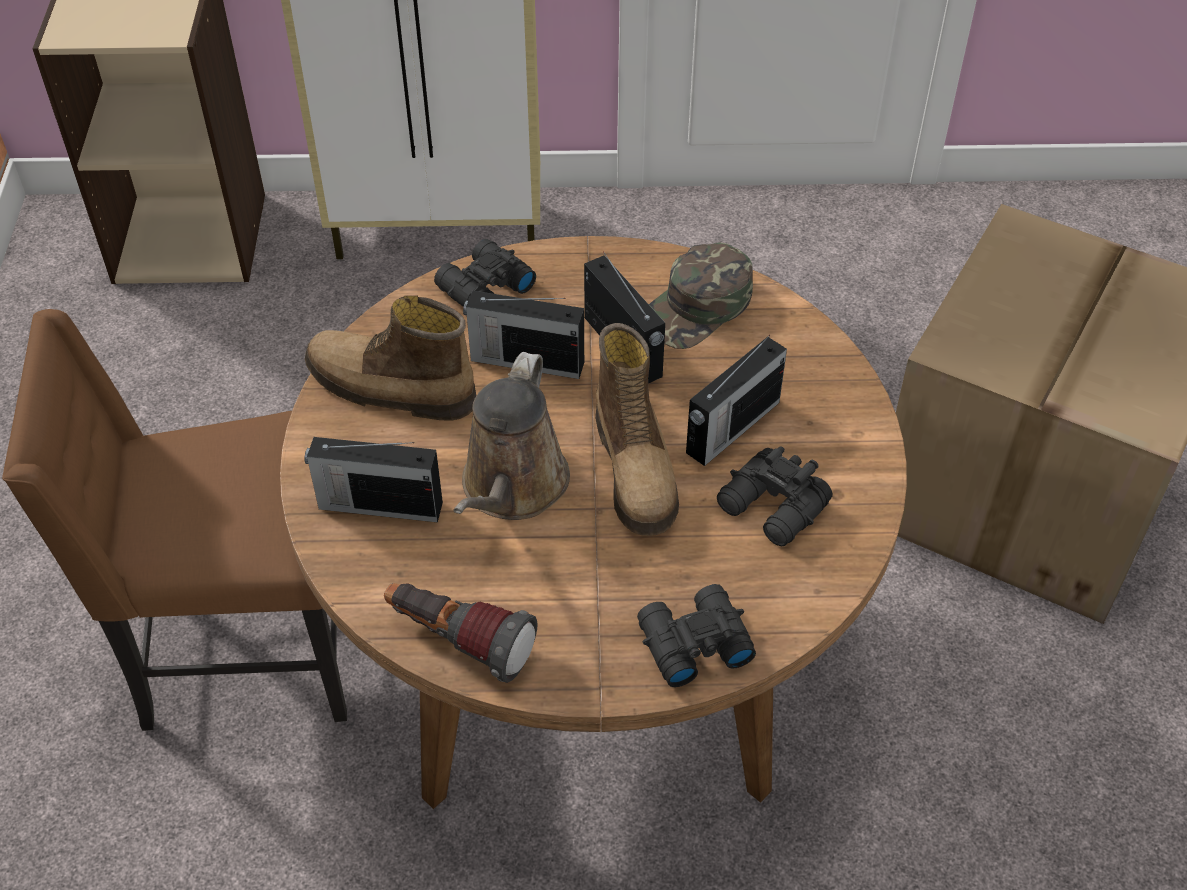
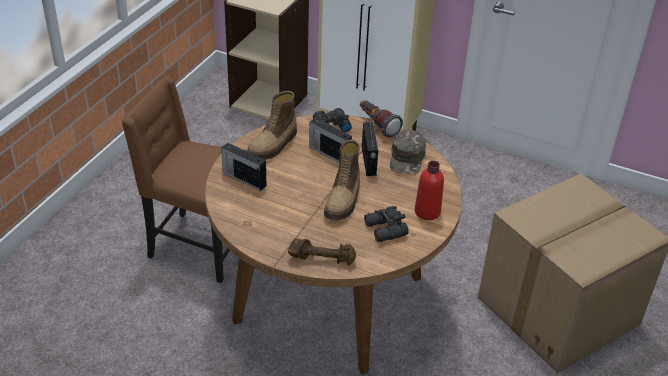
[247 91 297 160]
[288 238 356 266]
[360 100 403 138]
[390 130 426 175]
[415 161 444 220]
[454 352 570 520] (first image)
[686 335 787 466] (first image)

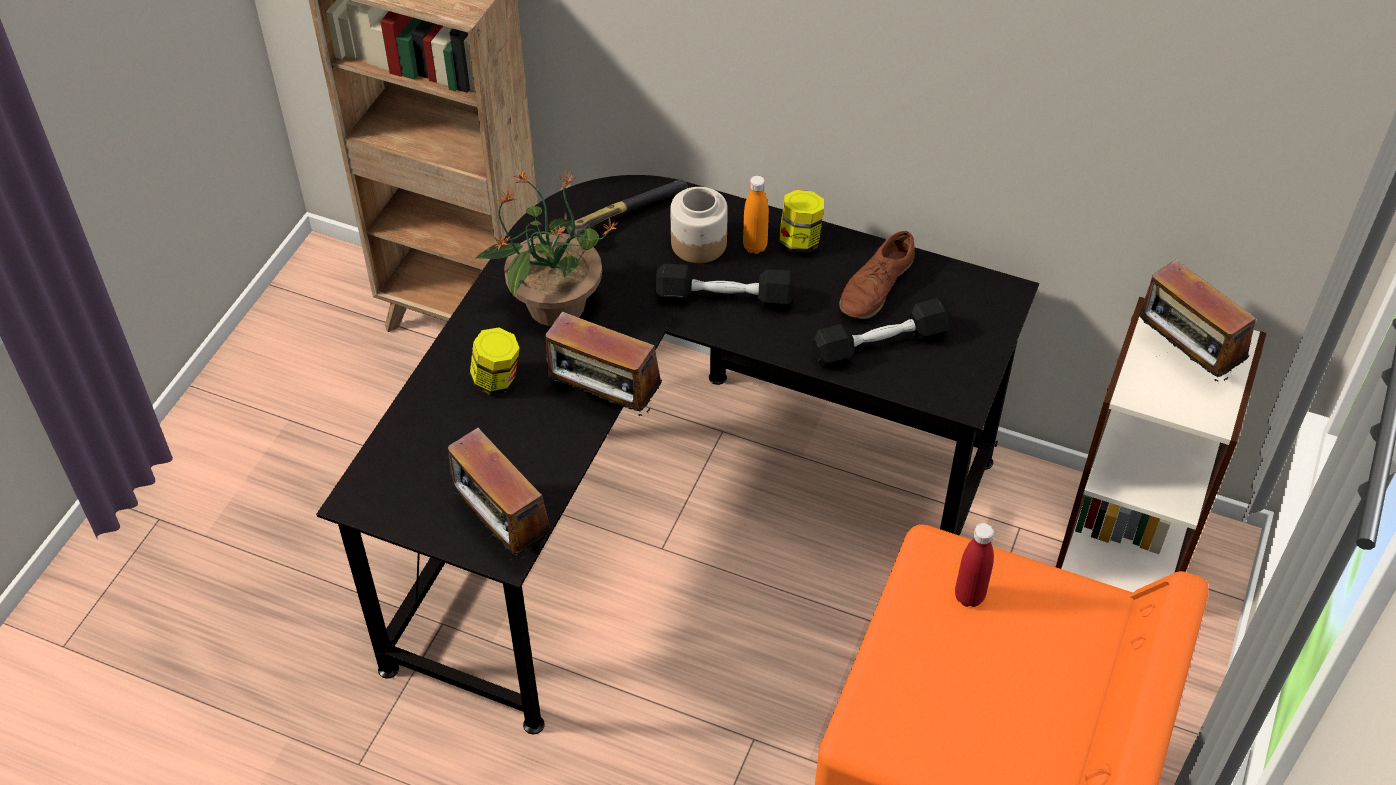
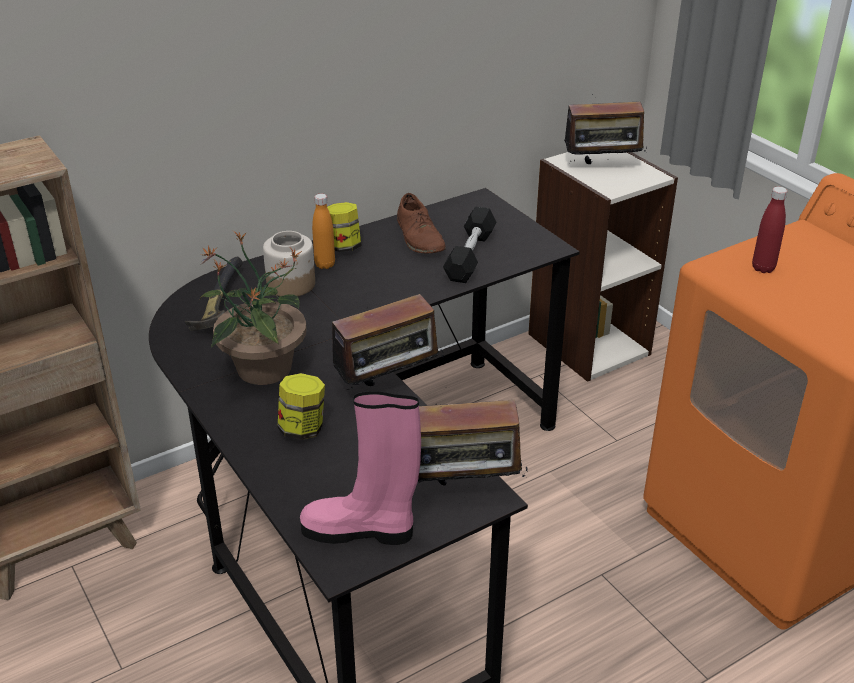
[300 391 421 545]
[656 264 795 309] (first image)

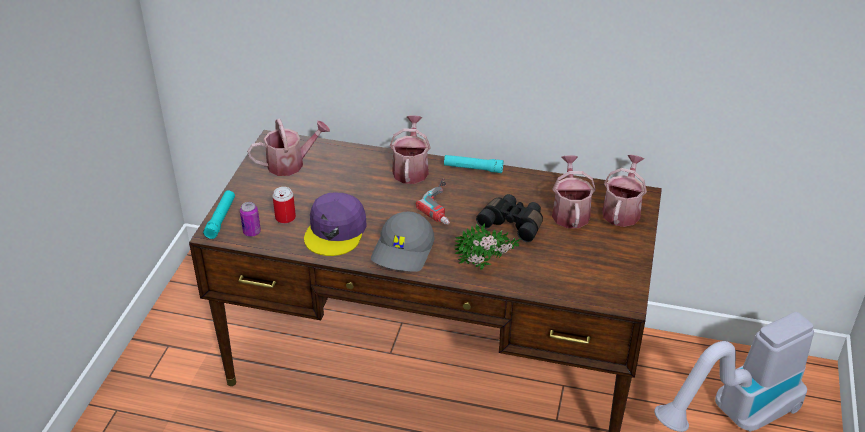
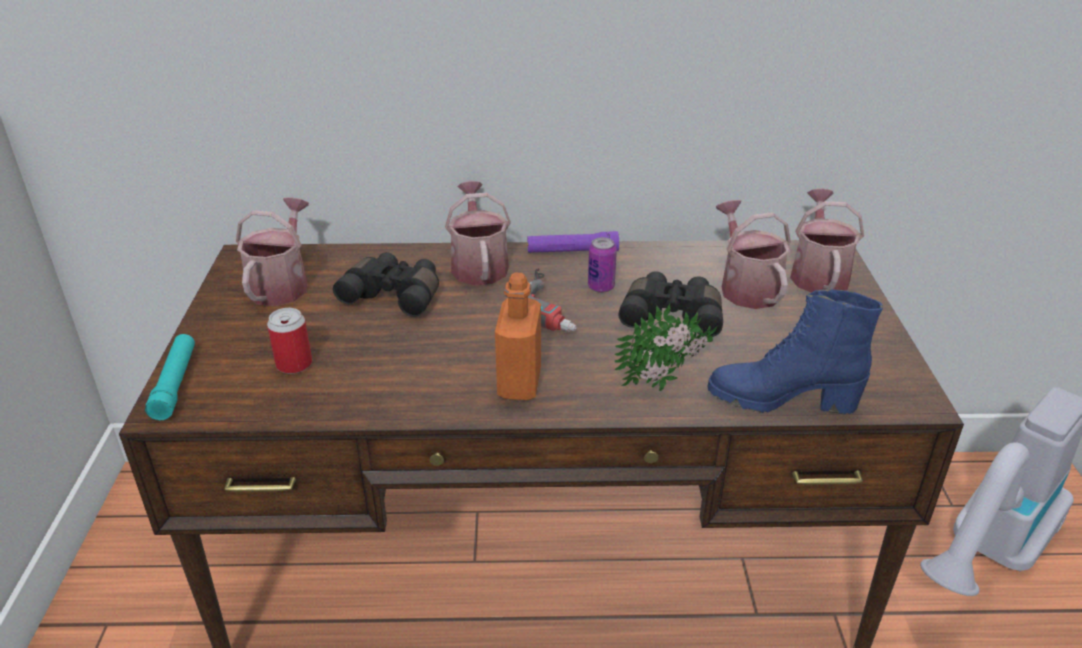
[236 197 309 306]
[333 252 439 317]
[495 272 541 400]
[527 231 619 253]
[588 237 617 293]
[708 289 883 414]
[304 192 367 256] (first image)

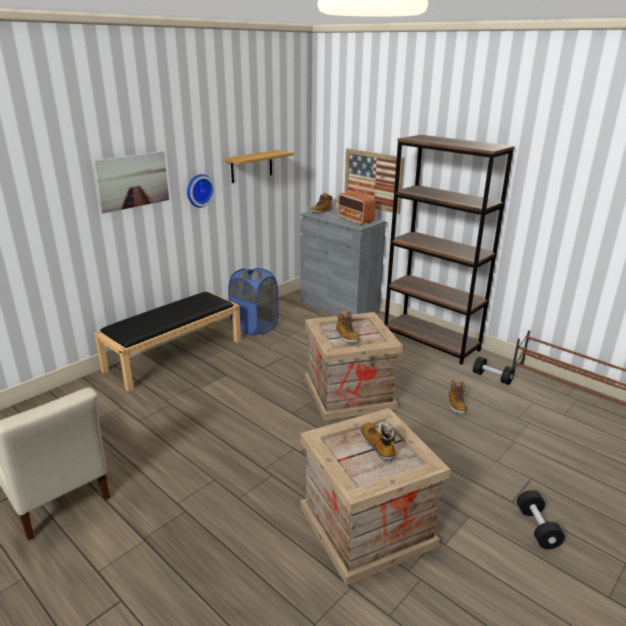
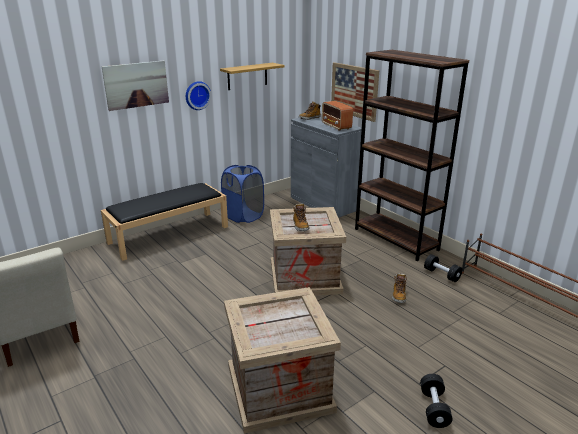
[361 422 395 461] (first image)

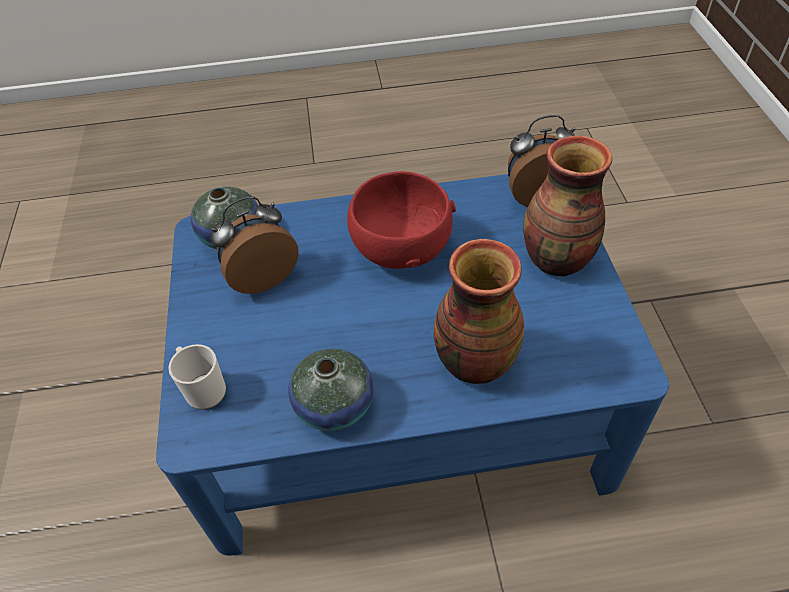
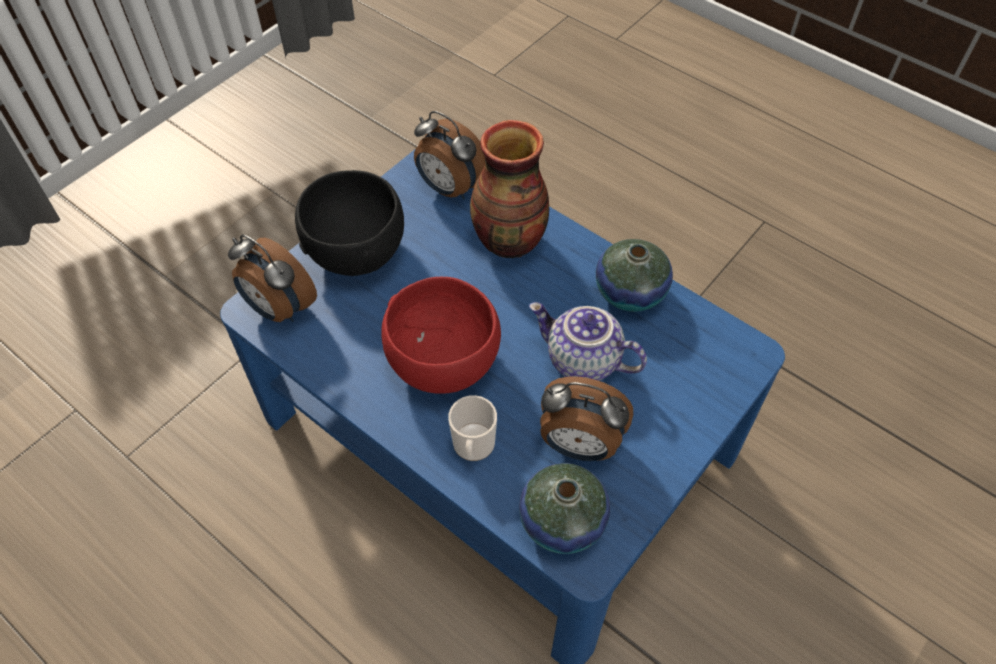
[295 170 404 276]
[414 111 485 199]
[448 395 497 461]
[529 302 647 381]

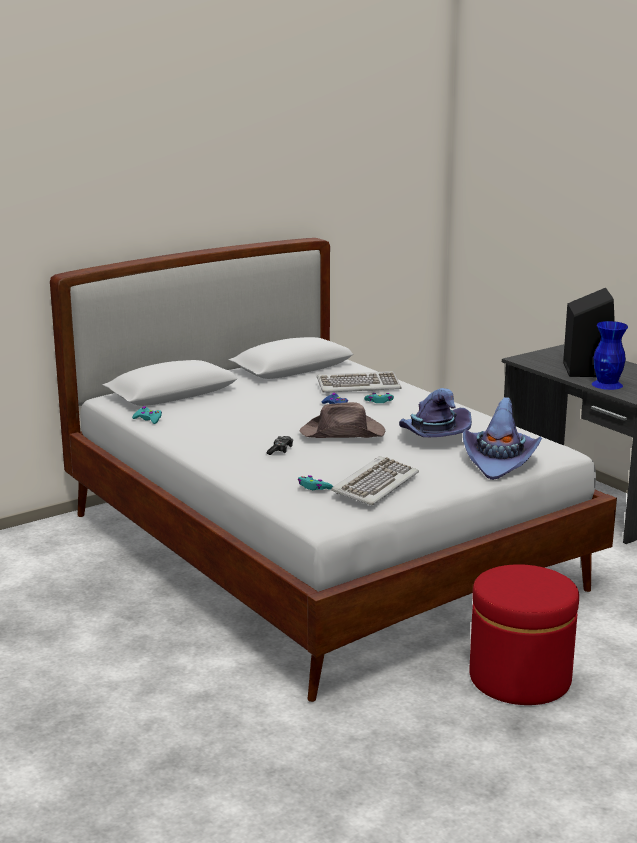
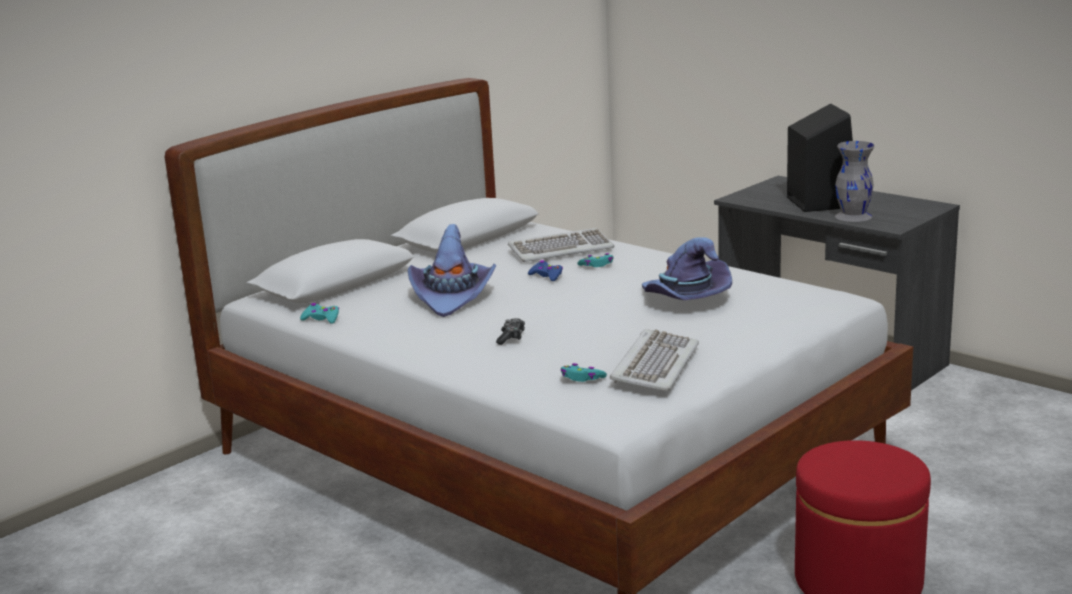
[408 224 497 317]
[835 141 874 222]
[299 402 385 438] (first image)

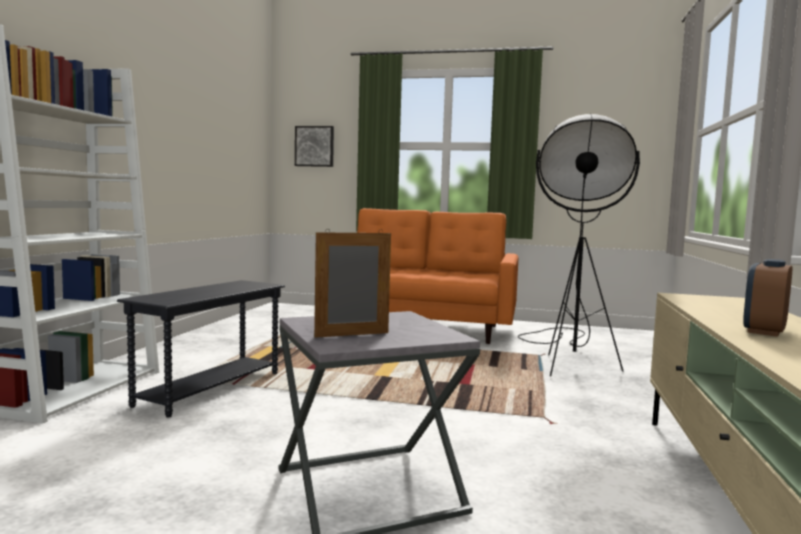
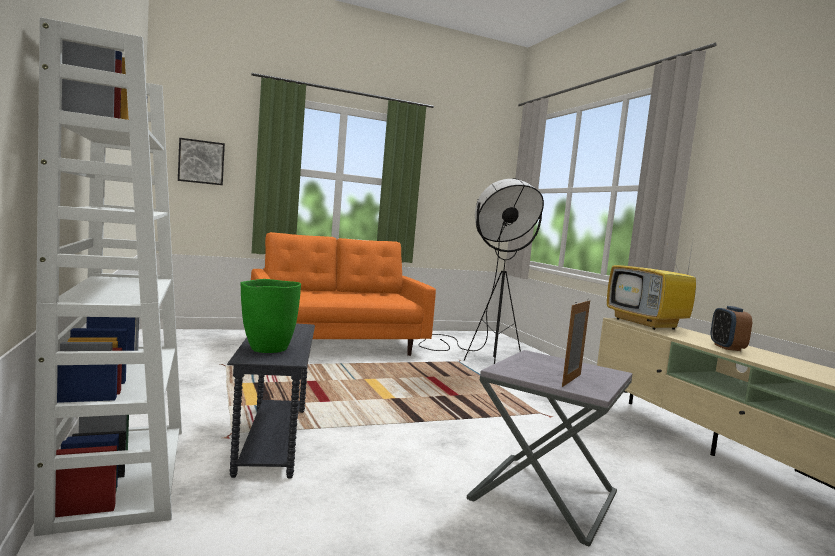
[240 279 301 353]
[607 234 696 330]

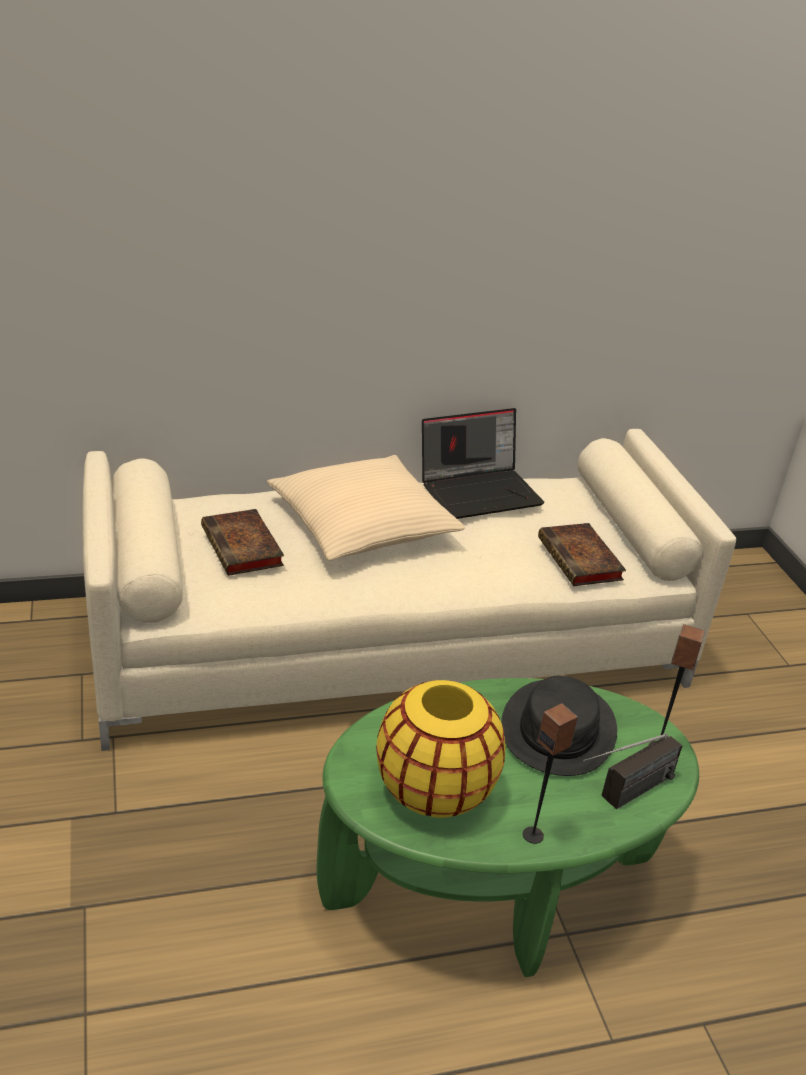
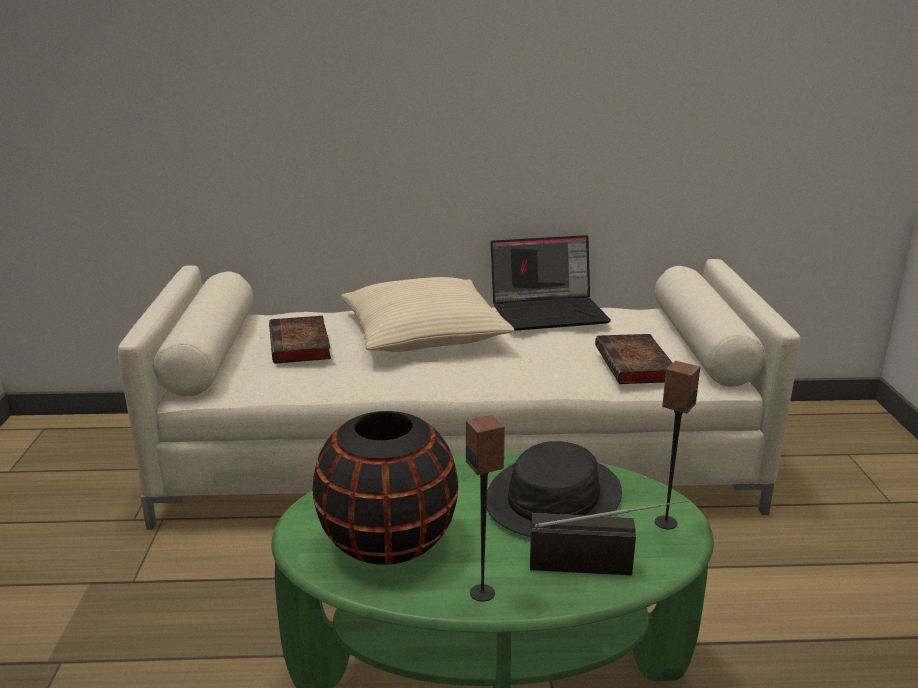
[312 411 458 565]
[530 498 699 575]

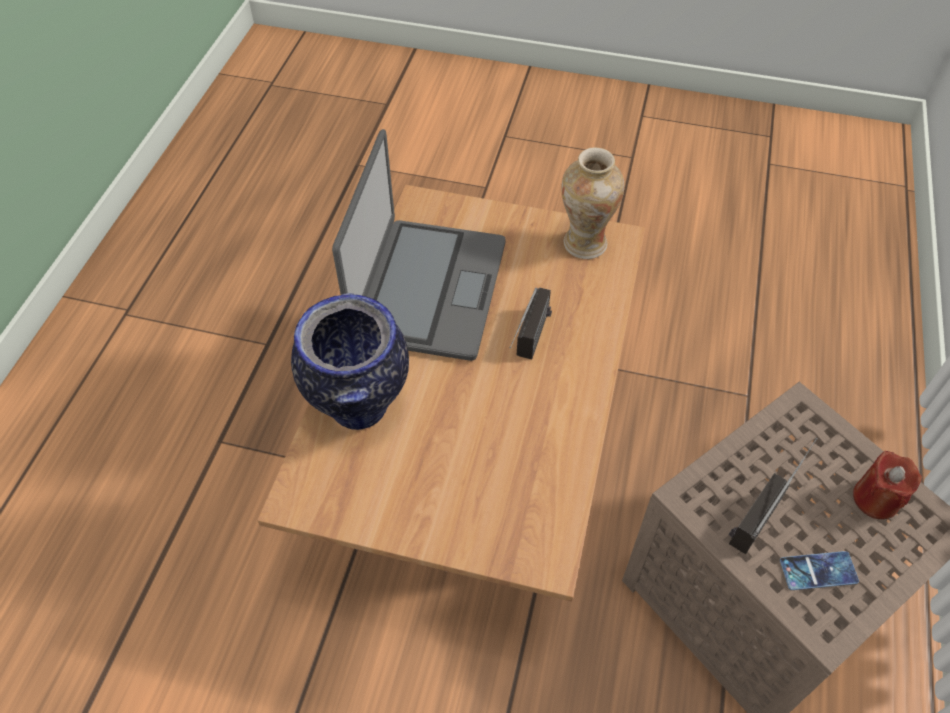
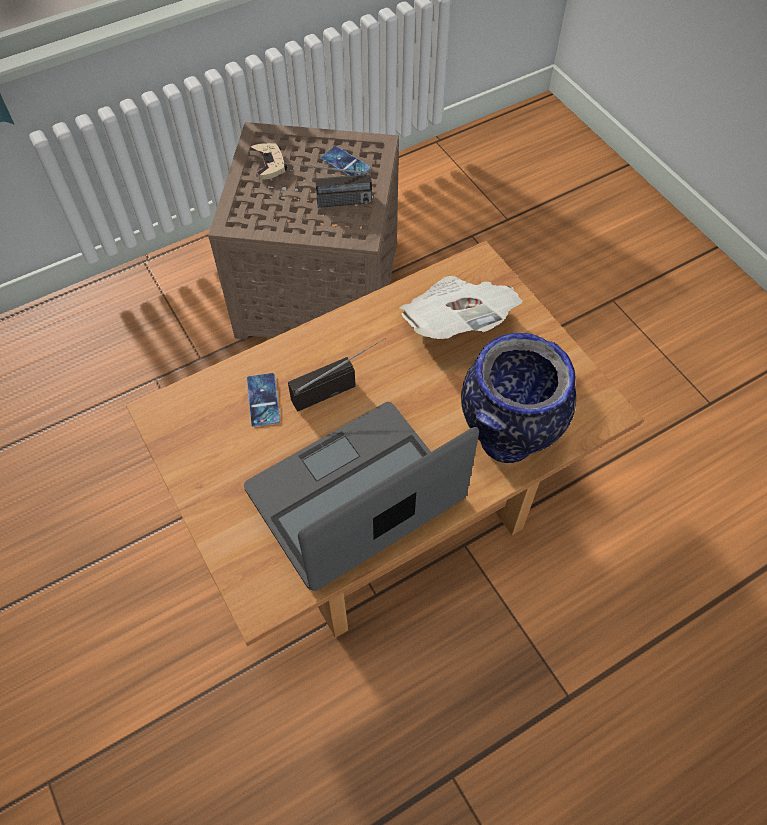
[247 373 280 427]
[249 143 287 180]
[399 276 523 339]
[562 148 624 259] (first image)

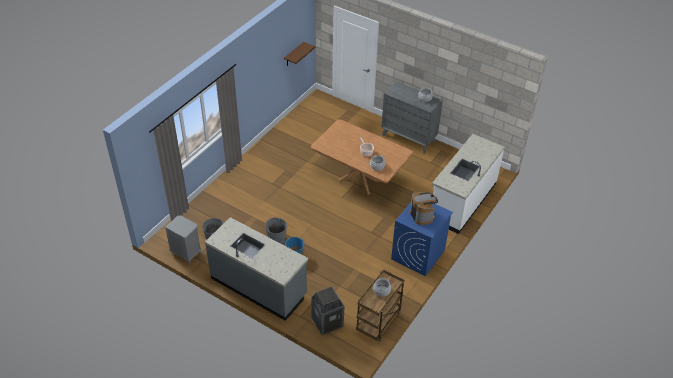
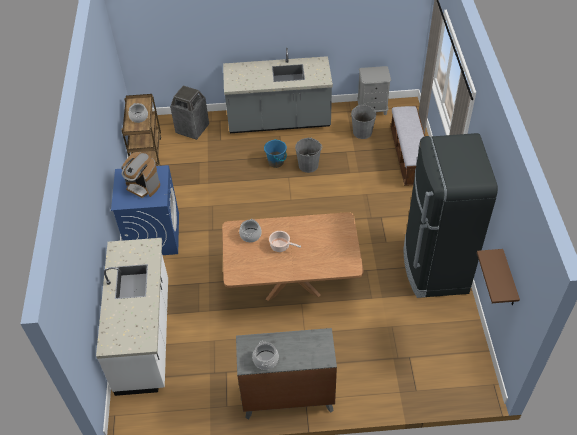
[390 106 425 186]
[404 133 498 298]

